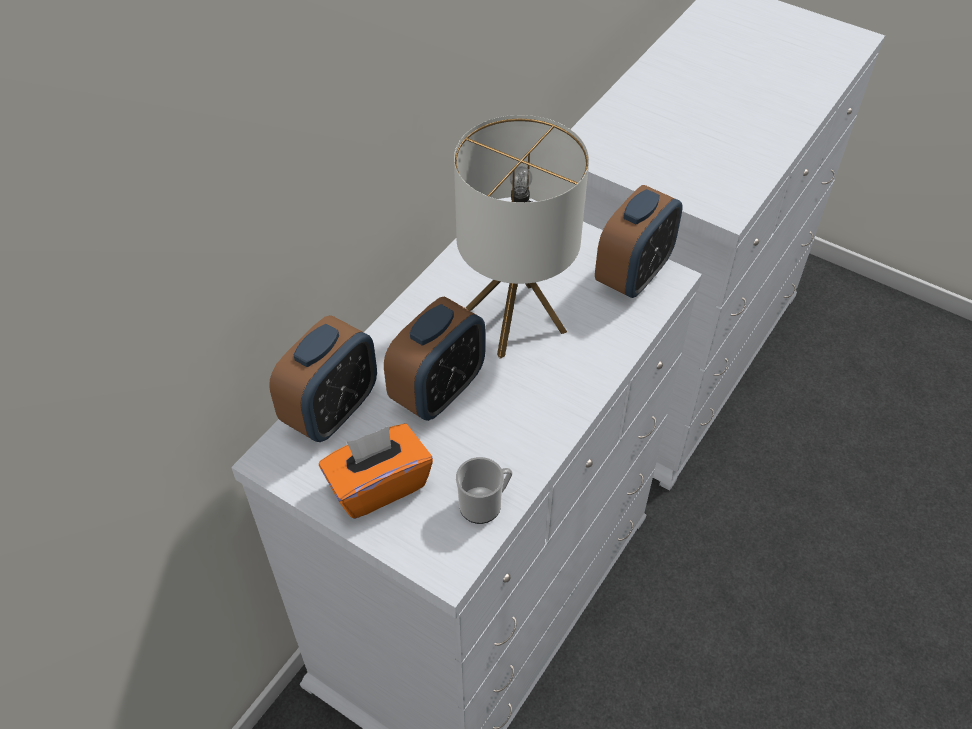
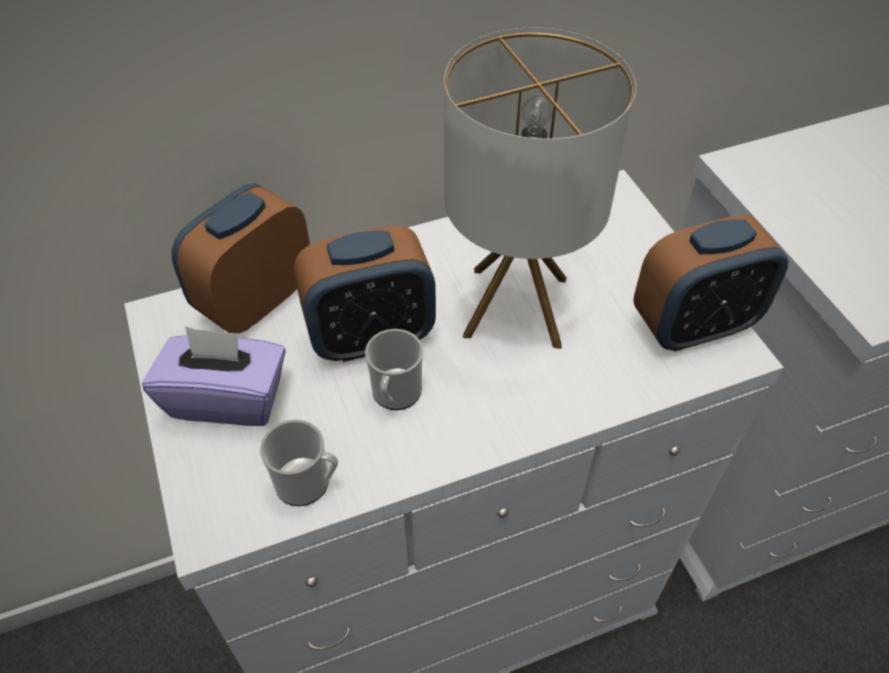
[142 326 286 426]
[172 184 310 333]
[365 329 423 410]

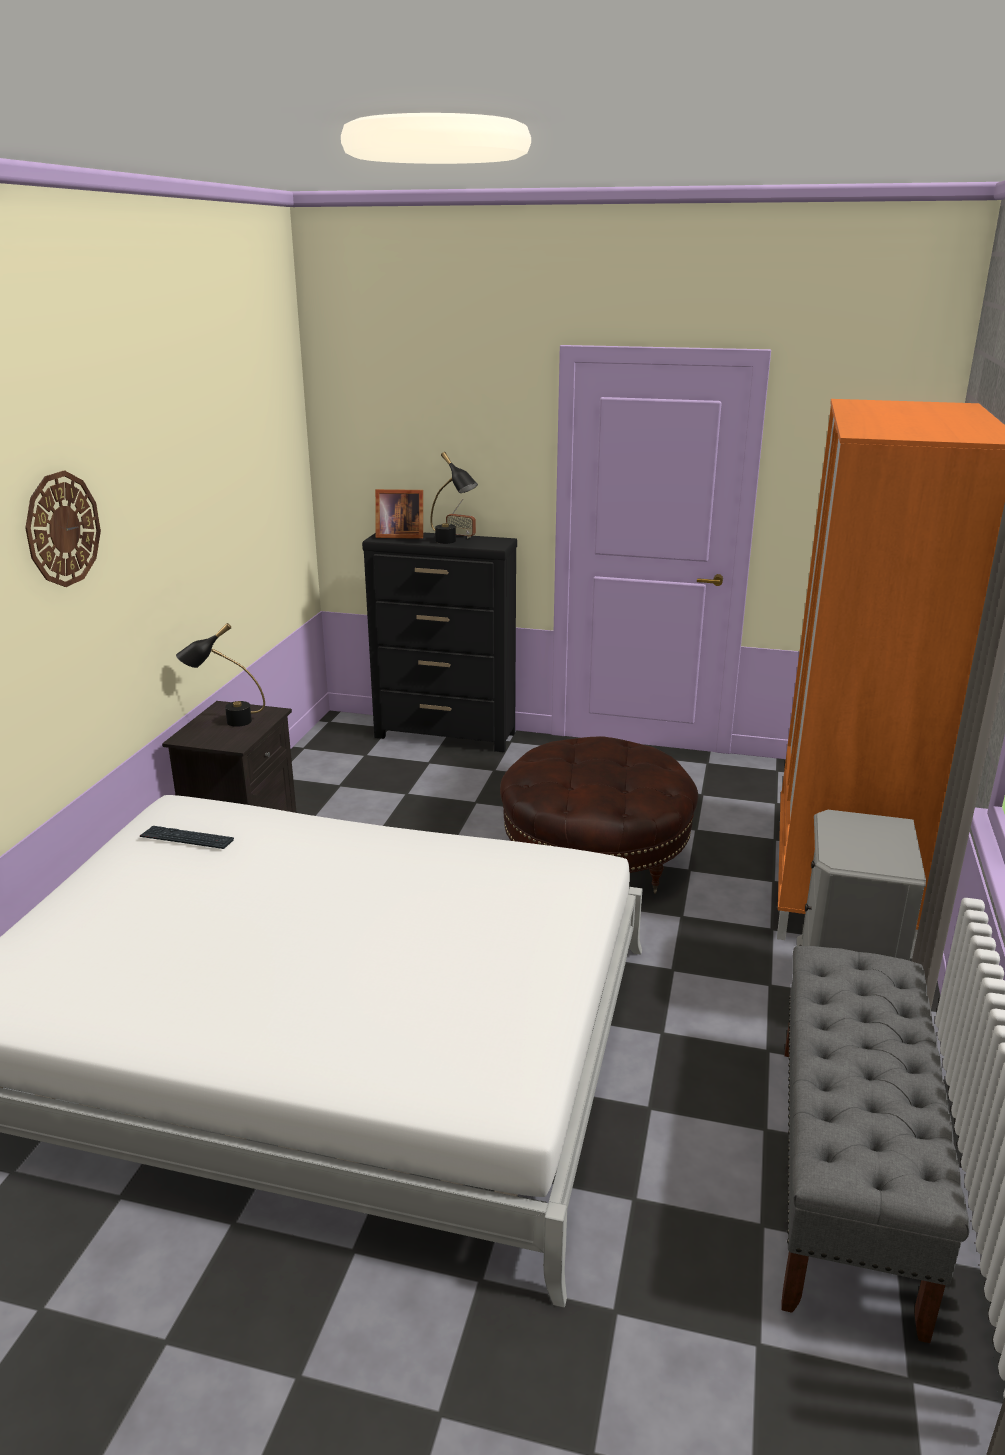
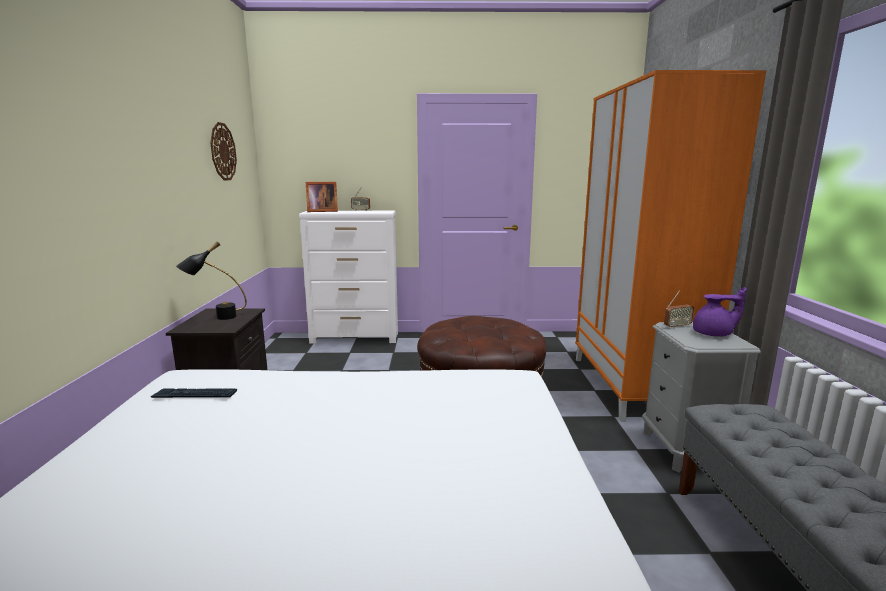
[210 122 237 181]
[299 211 398 343]
[664 290 694 329]
[693 287 747 337]
[430 452 478 544] (first image)

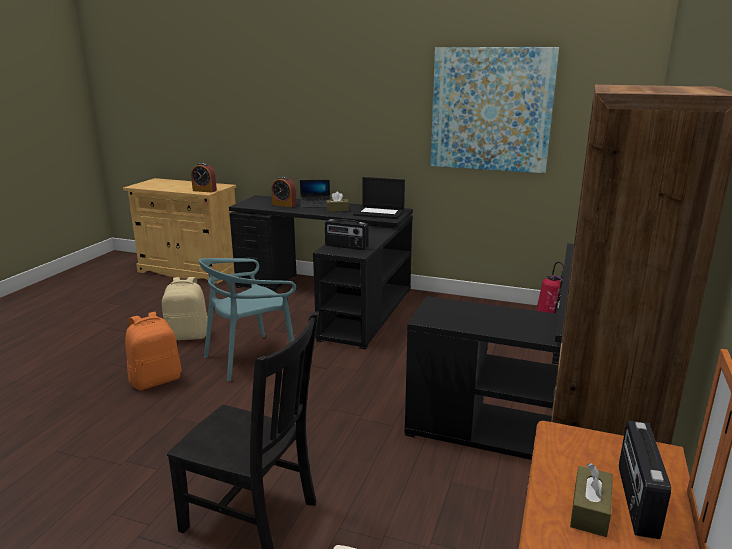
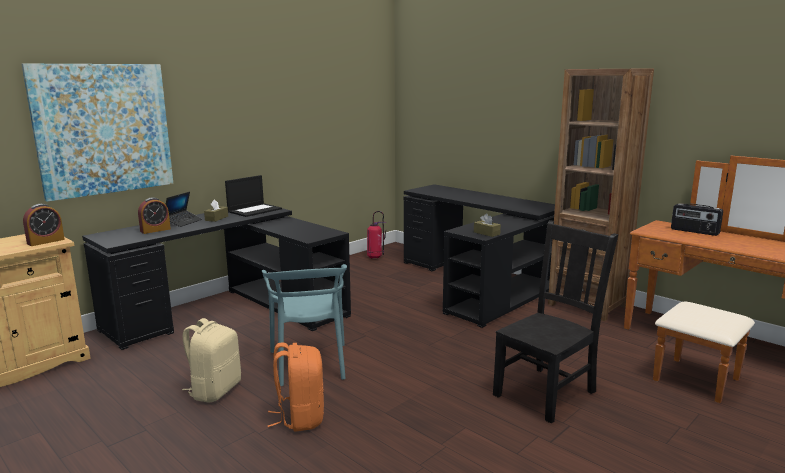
[22 64 174 202]
[474 214 501 237]
[325 219 368 250] (first image)

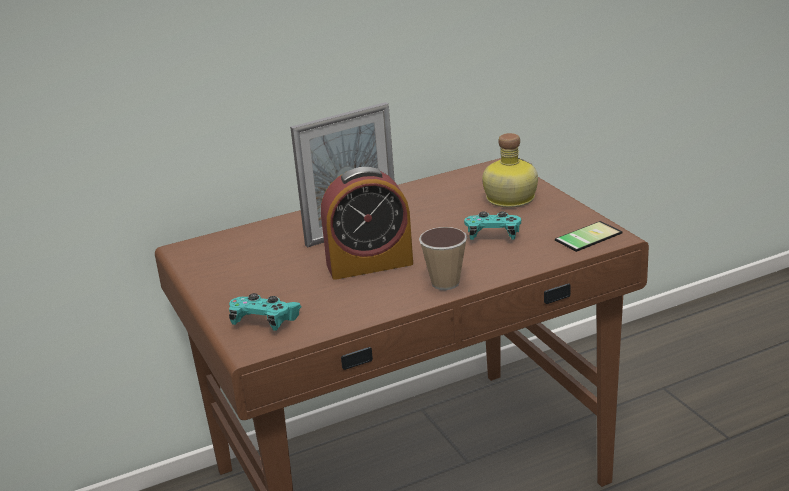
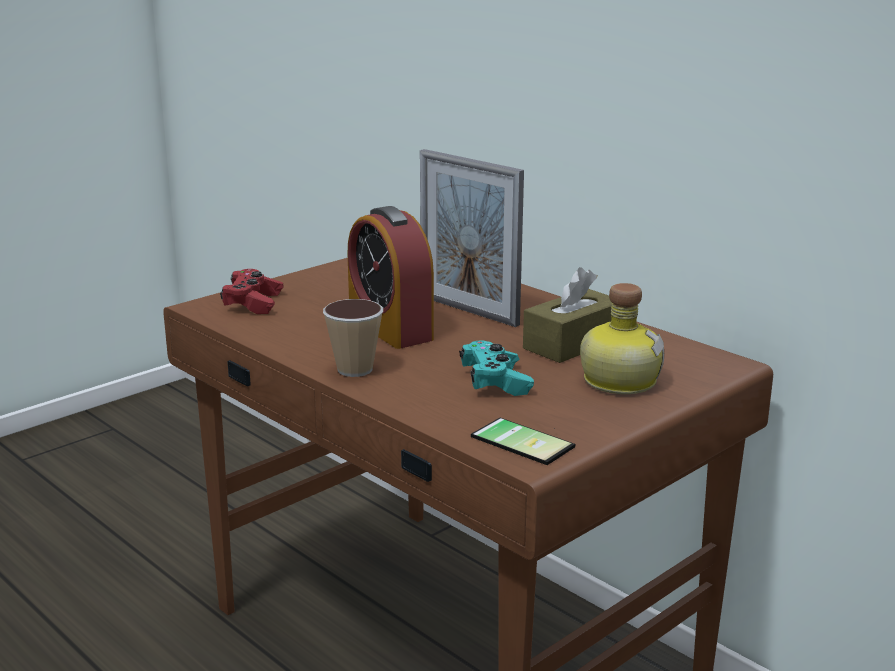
[220 269 283 314]
[523 267 612 363]

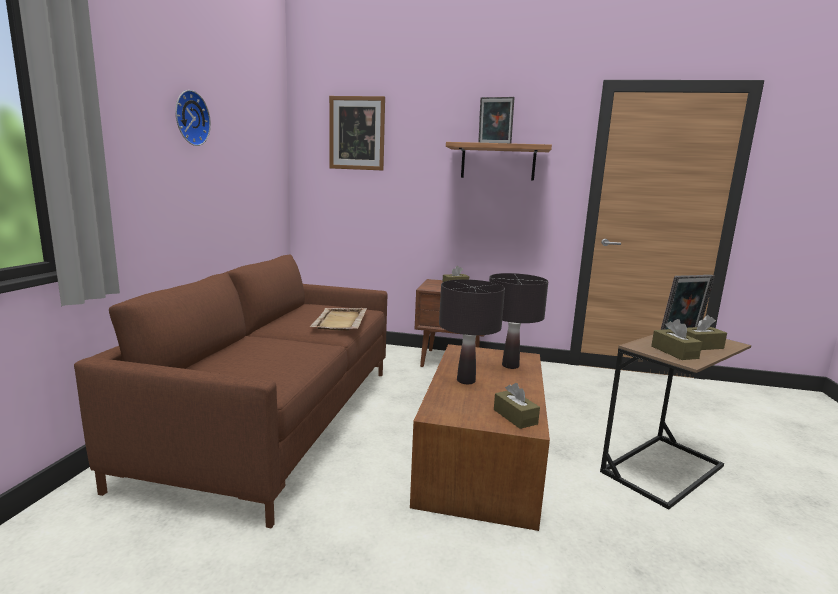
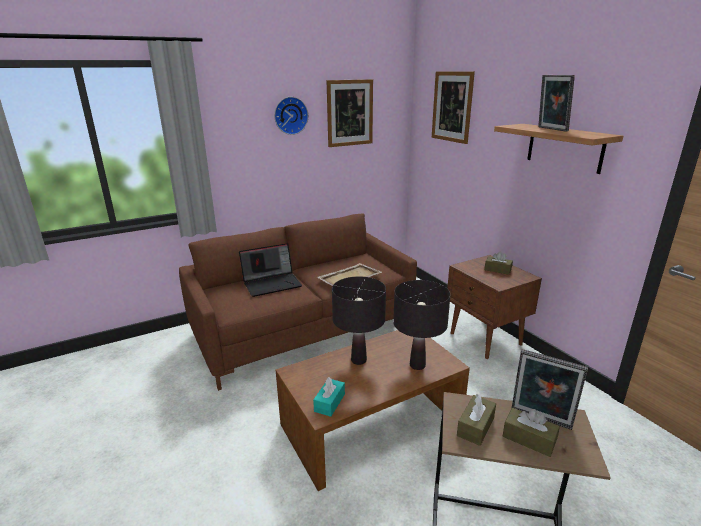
[239 243 302 297]
[313 377 345 417]
[327 79 373 147]

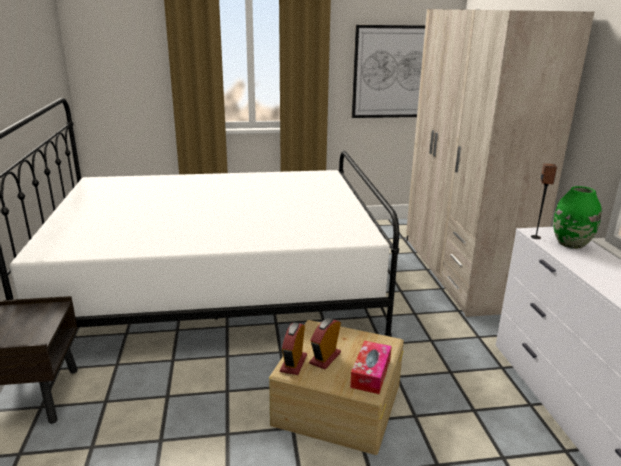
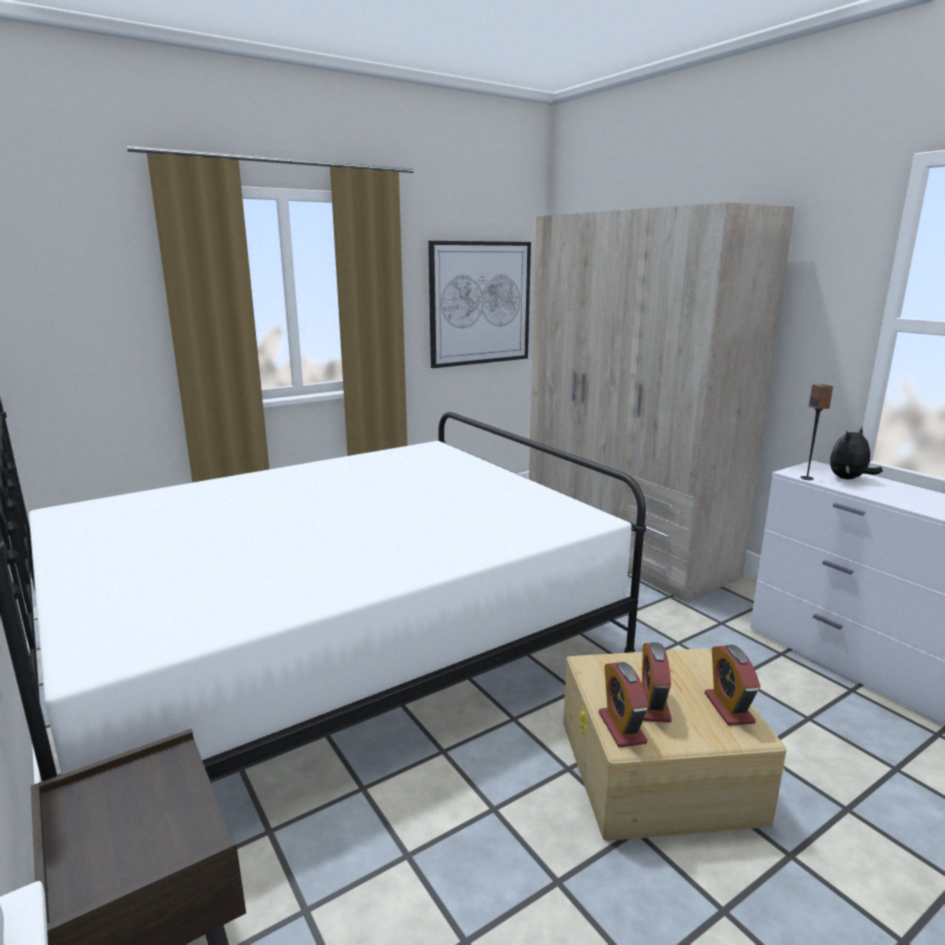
[705 645 760 726]
[830 427 883 479]

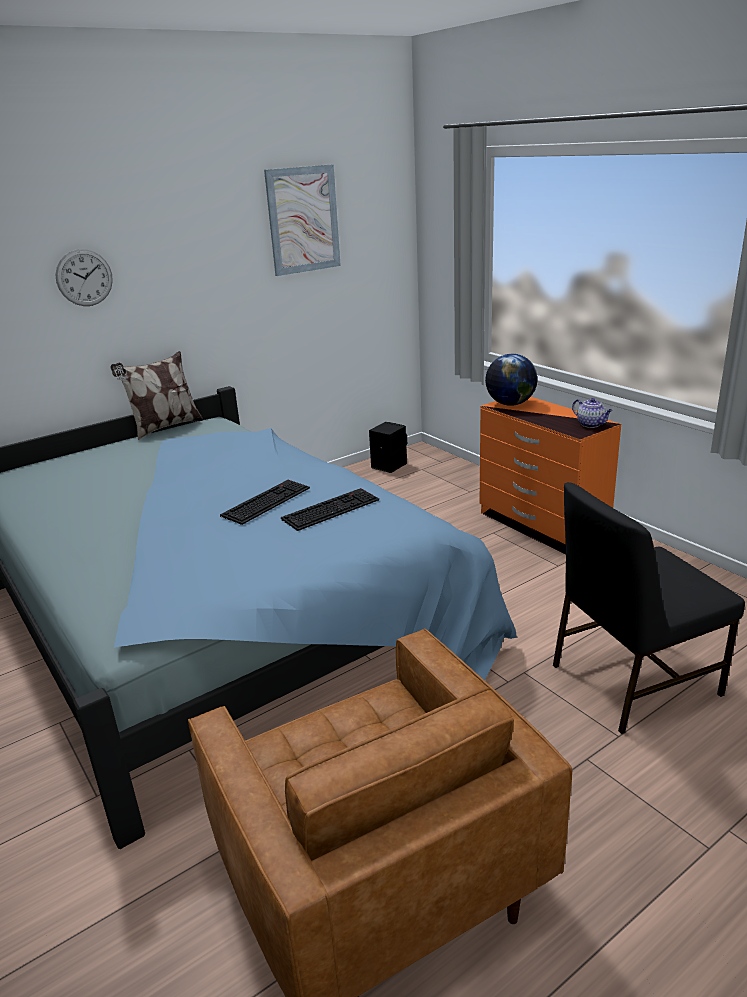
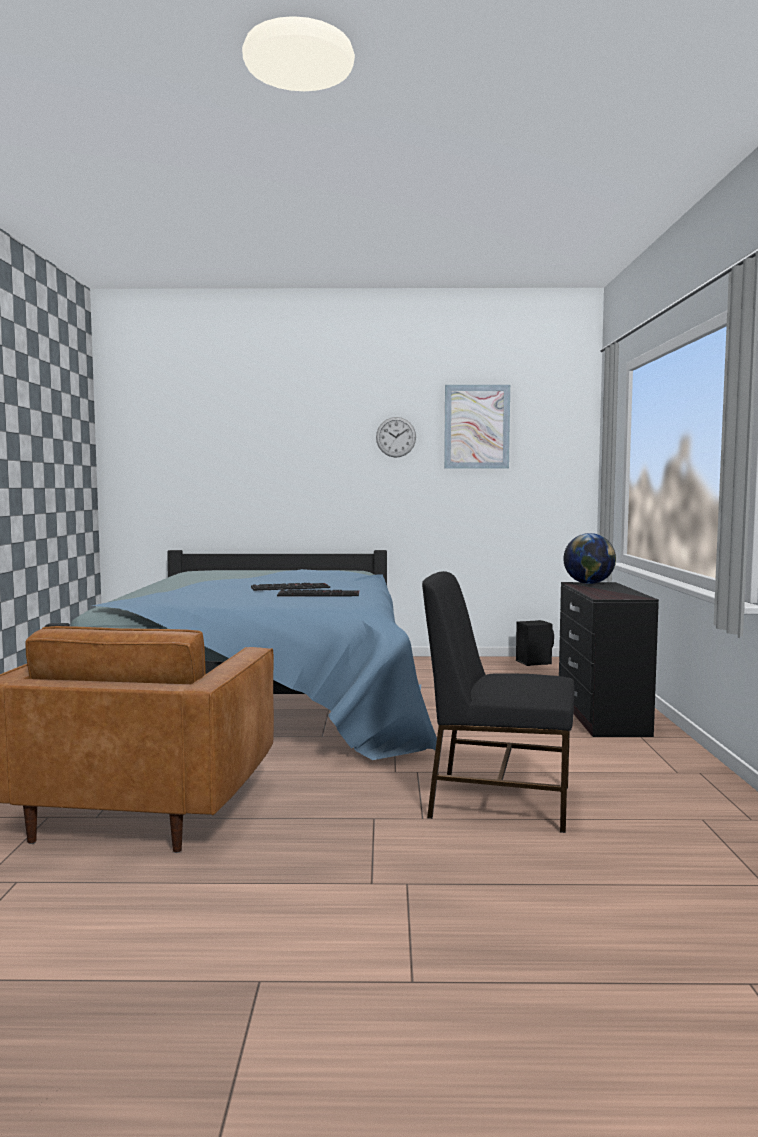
[376 417 416 458]
[559 582 659 737]
[110 351 203 440] (first image)
[572 398 613 428] (first image)

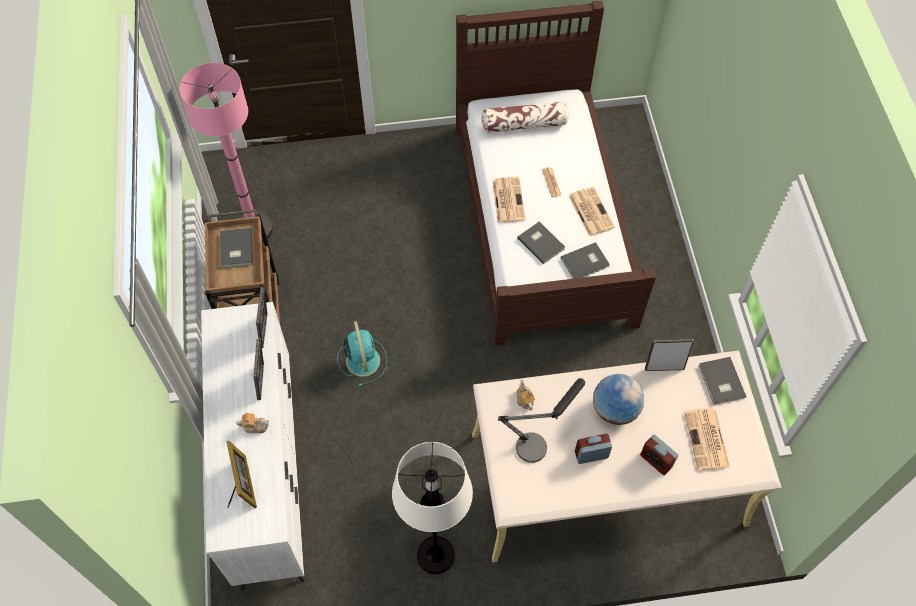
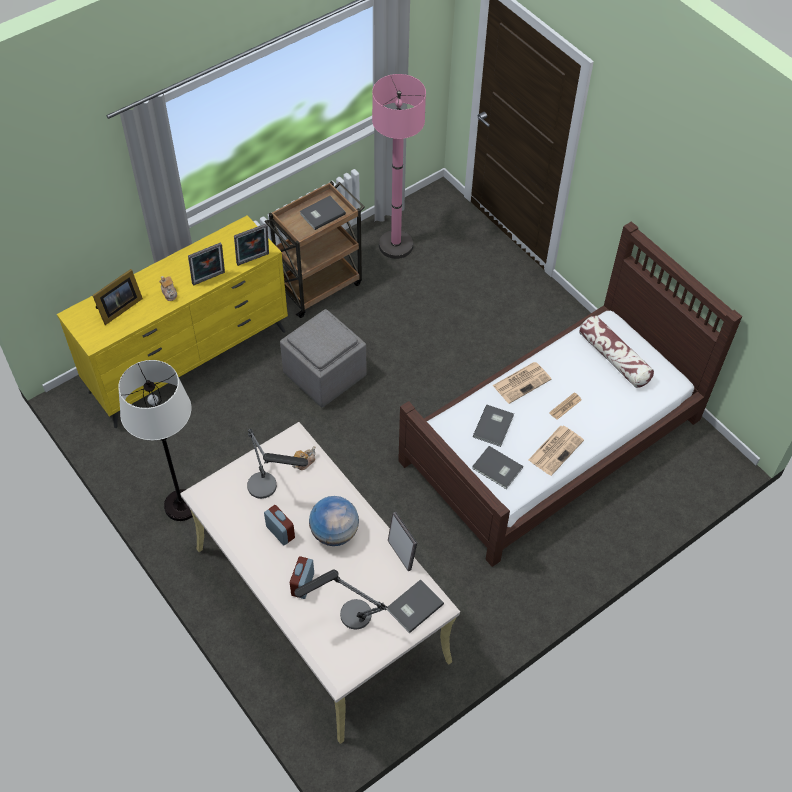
[57 215 288 428]
[280 309 366 407]
[294 570 387 630]

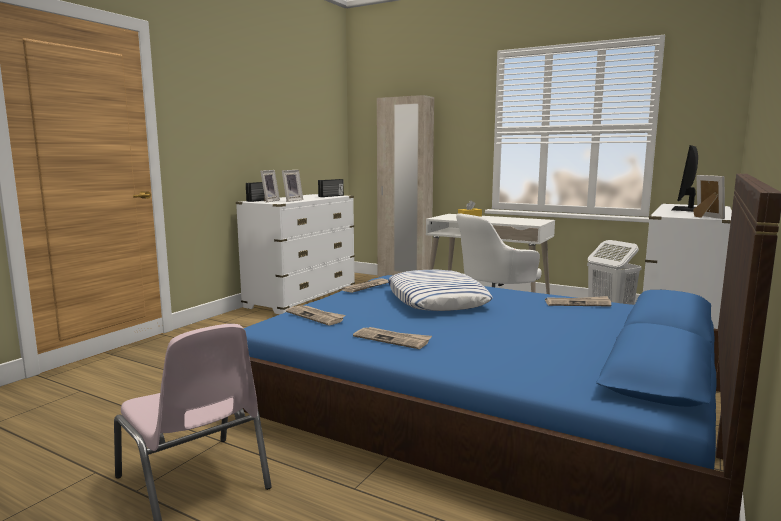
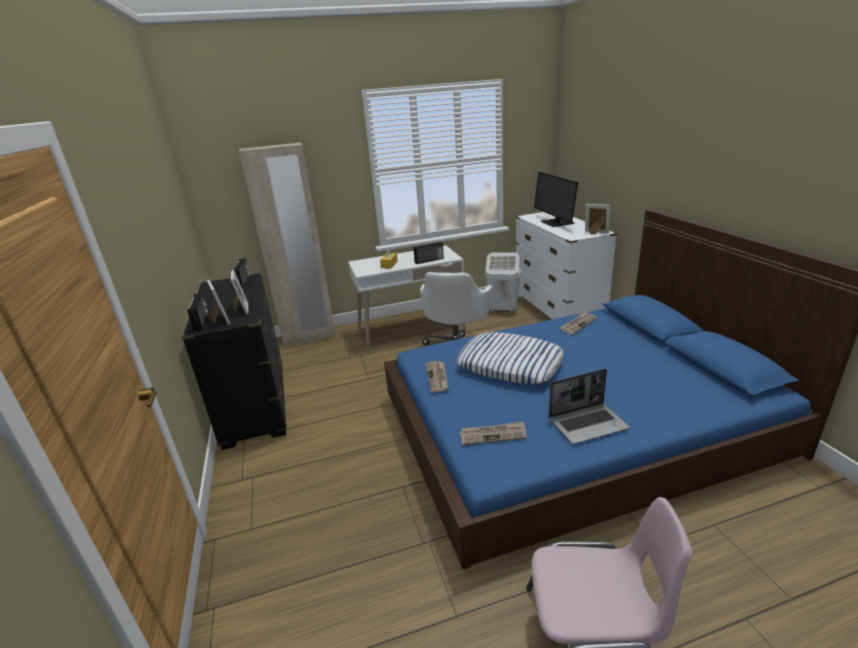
[182 273 287 450]
[413 242 444 264]
[549 369 630 444]

